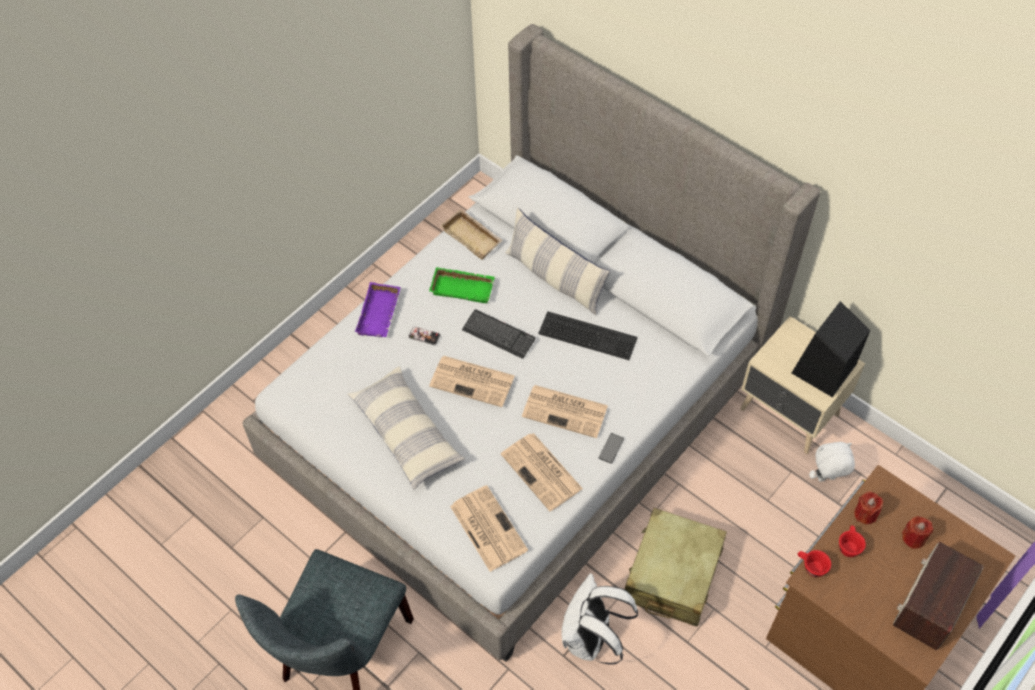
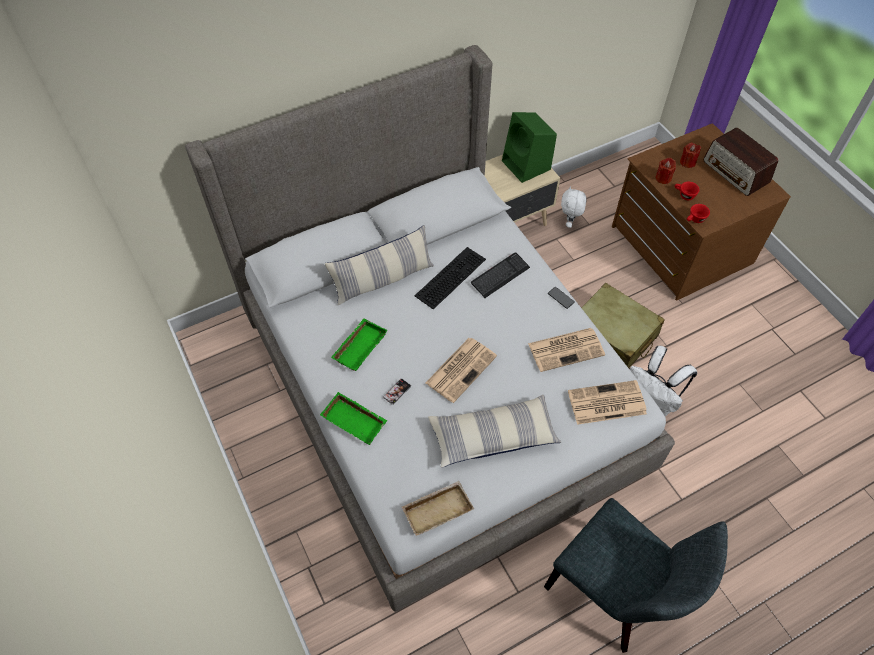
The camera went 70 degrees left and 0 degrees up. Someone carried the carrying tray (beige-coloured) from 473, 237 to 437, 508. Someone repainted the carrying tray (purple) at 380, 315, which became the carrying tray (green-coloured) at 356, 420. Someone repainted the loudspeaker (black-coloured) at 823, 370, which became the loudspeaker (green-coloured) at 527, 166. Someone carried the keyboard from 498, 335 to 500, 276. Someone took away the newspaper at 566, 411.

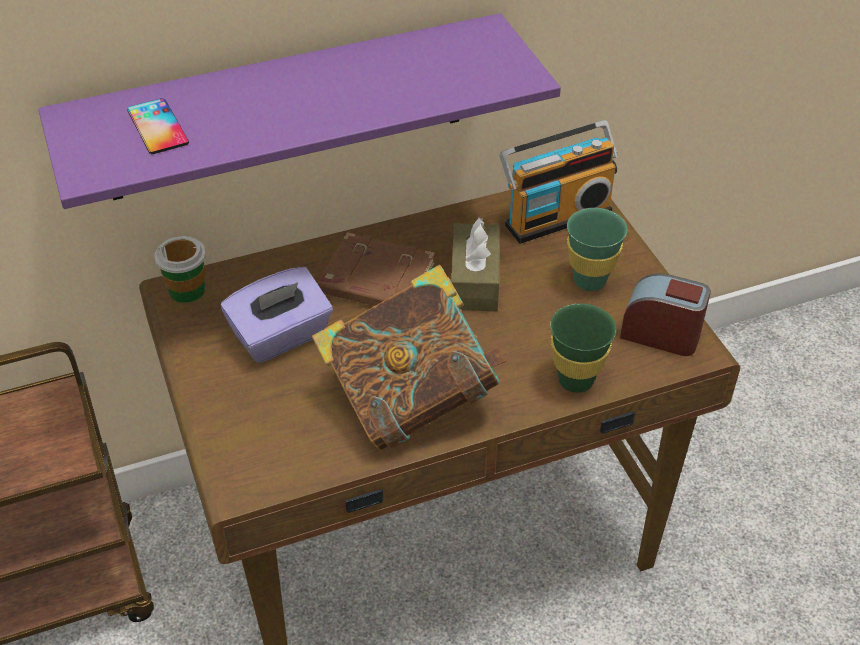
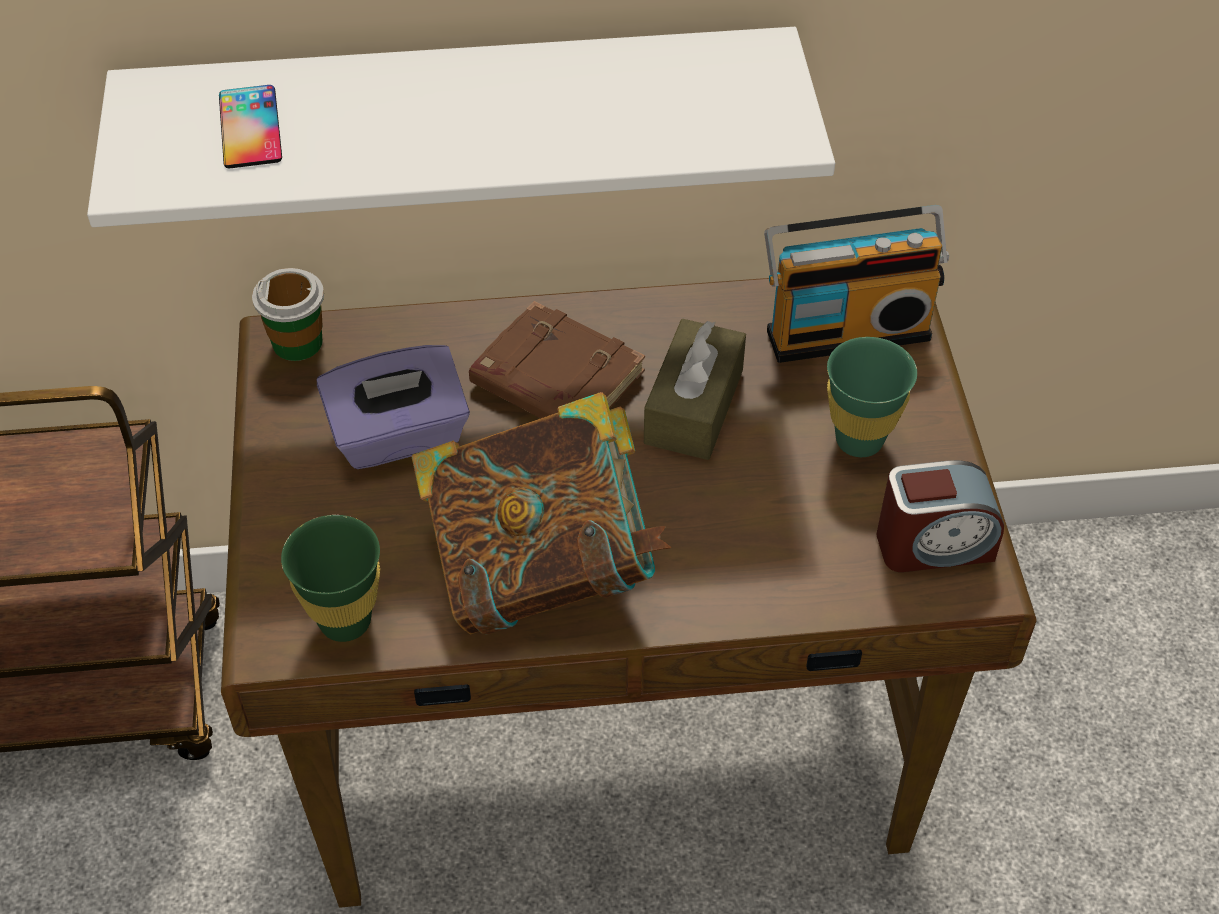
The camera went 15 degrees right and 5 degrees up. Someone repainted the wall shelf (purple) at 286, 109, which became the wall shelf (white) at 462, 118. Someone rotated the alarm clock at 661, 334 by 135 degrees clockwise. Someone carried the cup (green-coloured) from 575, 380 to 345, 621.

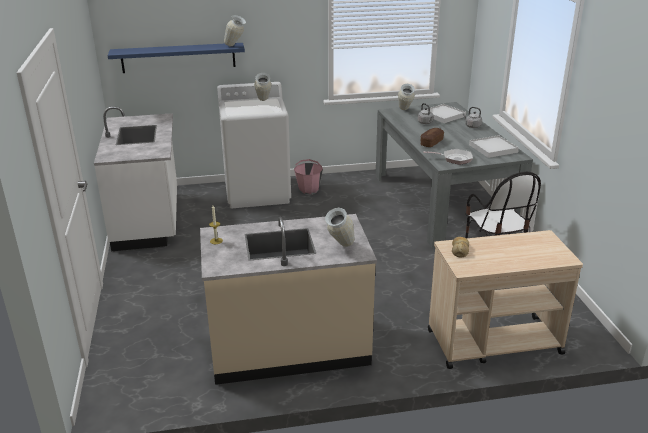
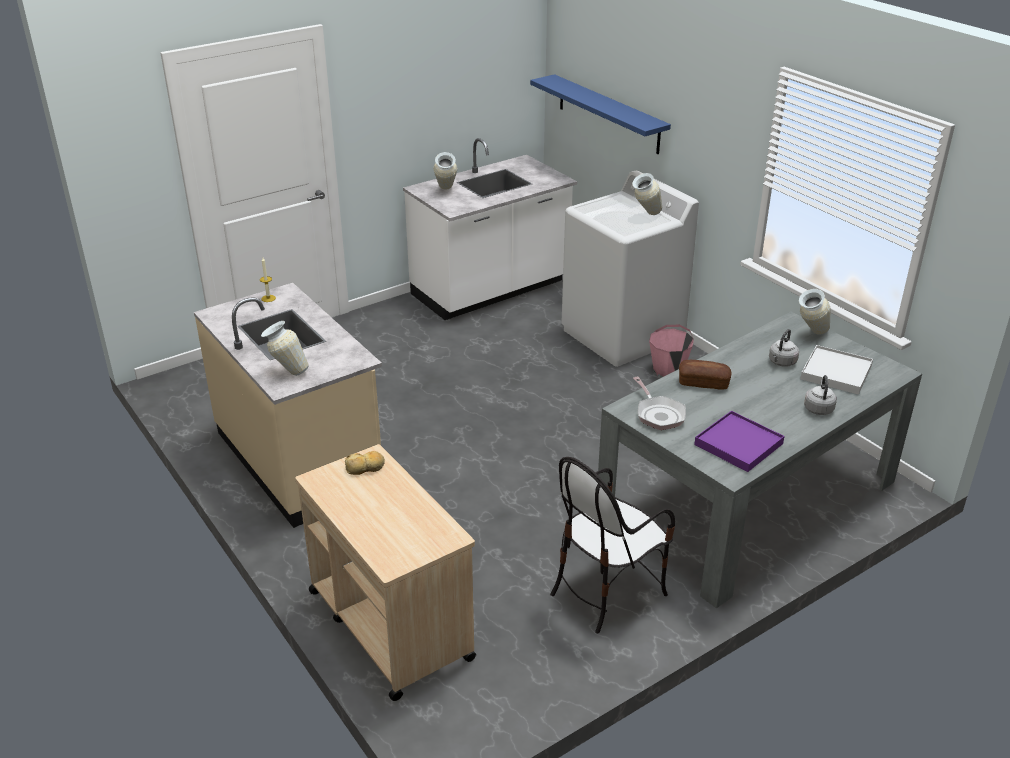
The camera went 65 degrees right and 5 degrees up. Someone carried the decorative vase from 236, 46 to 445, 192. Someone repainted the carrying tray (white) at 493, 148, which became the carrying tray (purple) at 738, 444.

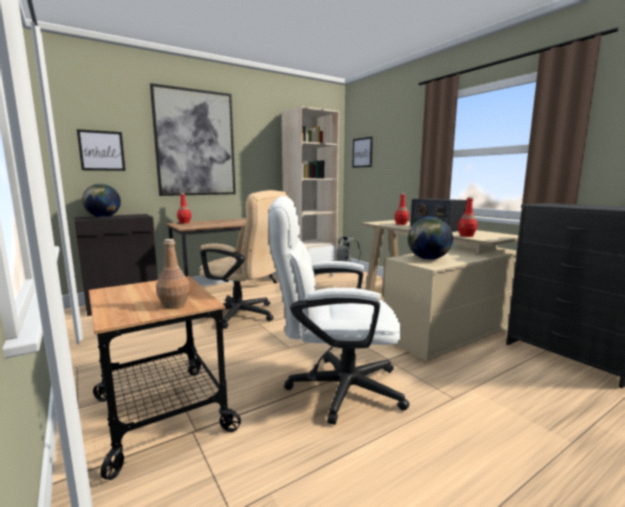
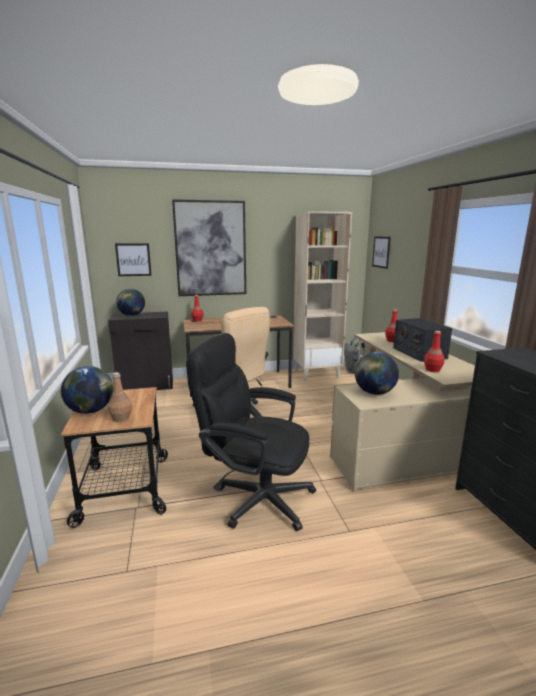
The camera went 20 degrees right and 5 degrees up. Someone repainted the computer chair (white) at 334, 388, which became the computer chair (black-coloured) at 255, 497. Someone put down the desk globe at 91, 411.

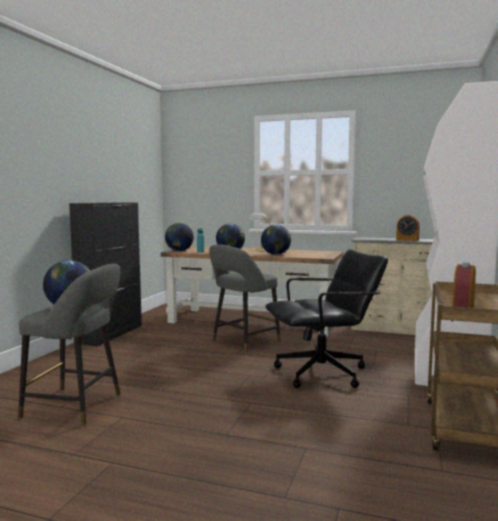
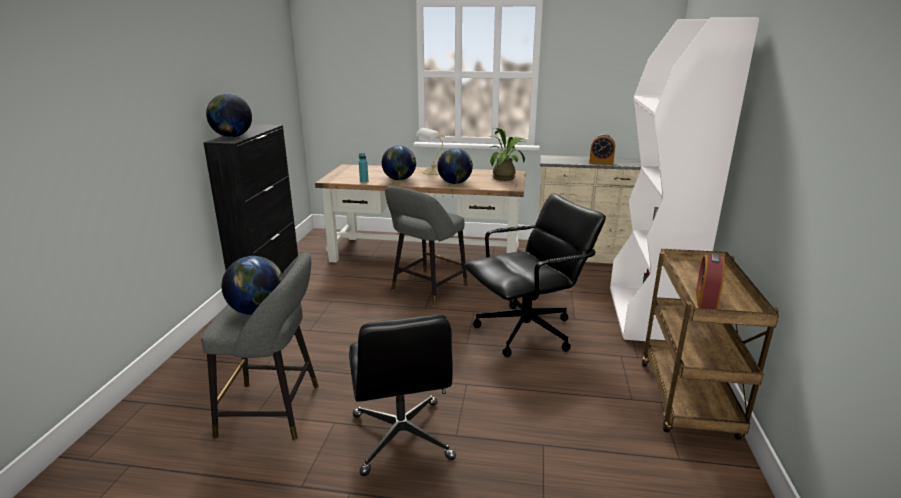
The camera went 10 degrees left and 15 degrees up. Someone carried the desk globe from 179, 251 to 232, 136. Someone put down the houseplant at 506, 177. Someone put down the computer chair (black-coloured) at 402, 437.

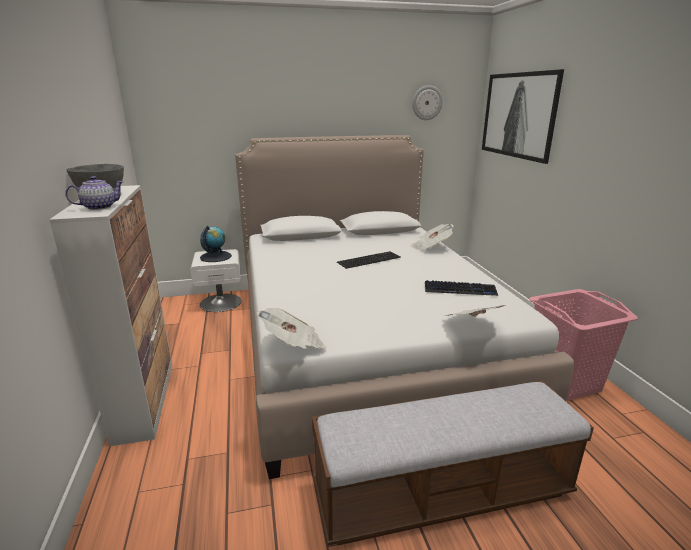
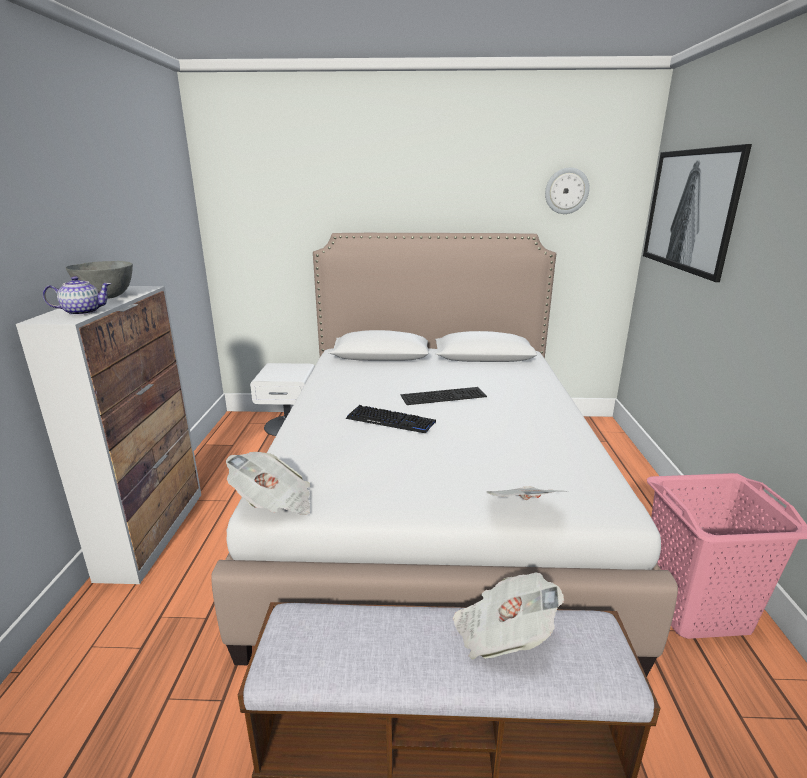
The camera went 15 degrees right and 0 degrees up. Someone carried the newspaper from 431, 247 to 502, 634. Someone took away the desk globe at 215, 256. Someone carried the keyboard from 460, 289 to 390, 421.

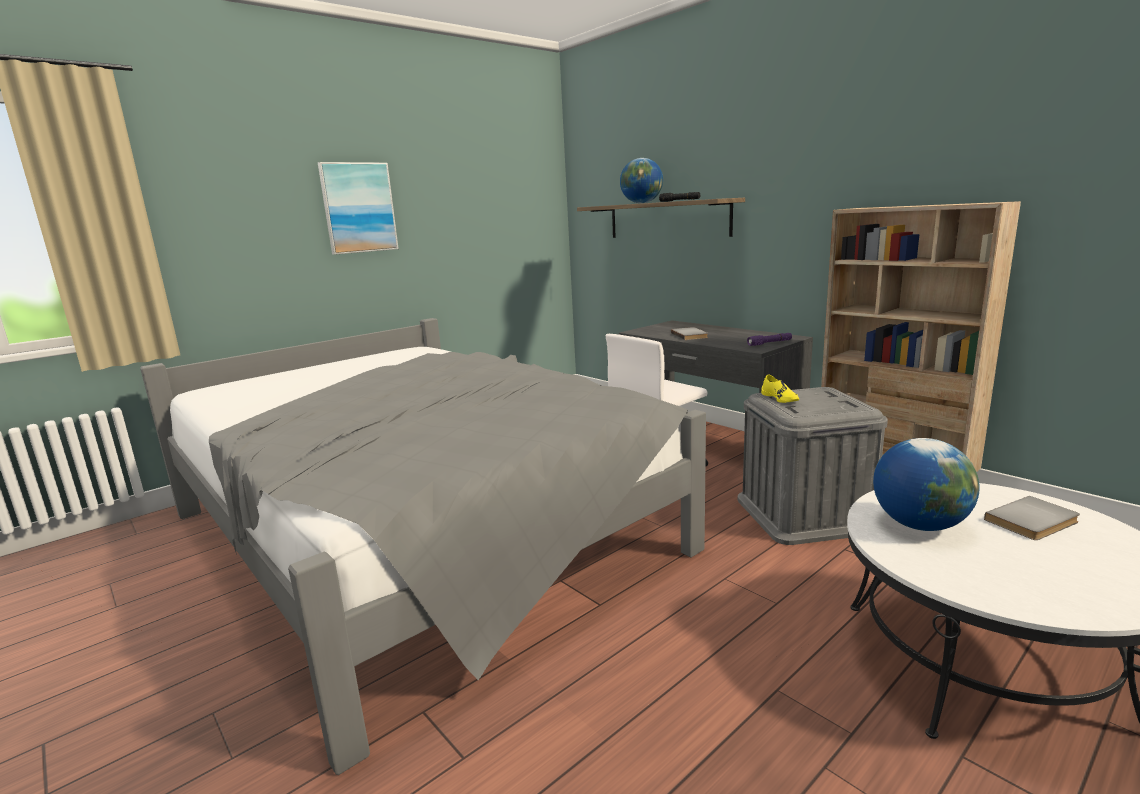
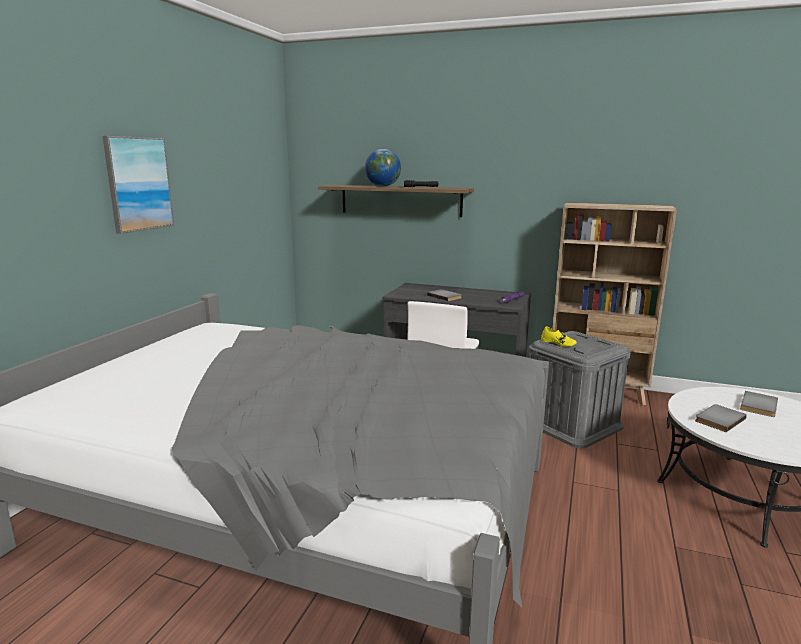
The camera went 30 degrees left and 0 degrees up. Someone swapped the desk globe at 919, 525 for the bound book (grey) at 718, 419.

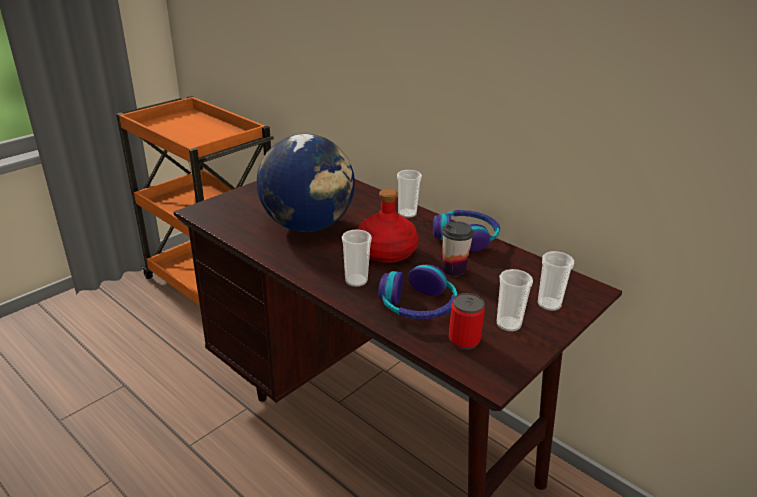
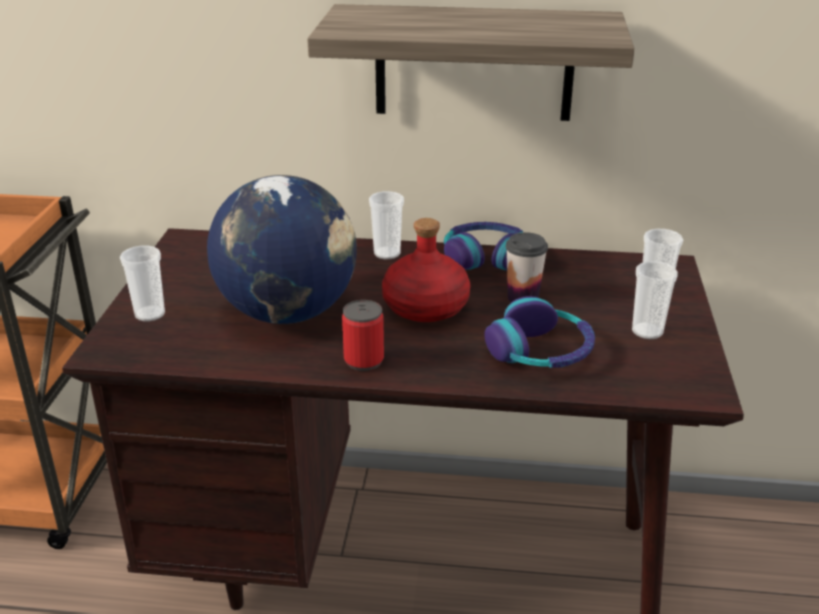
The camera went 35 degrees left and 0 degrees up. Someone carried the cup from 356, 281 to 150, 314. Someone carried the metal can from 464, 340 to 364, 360. Someone put up the wall shelf at 474, 63.

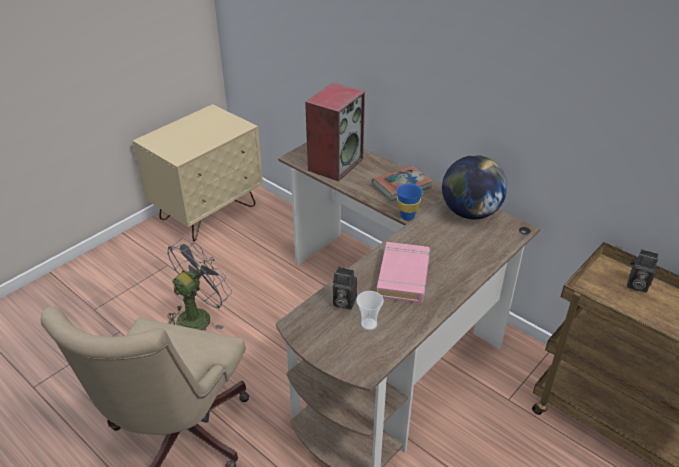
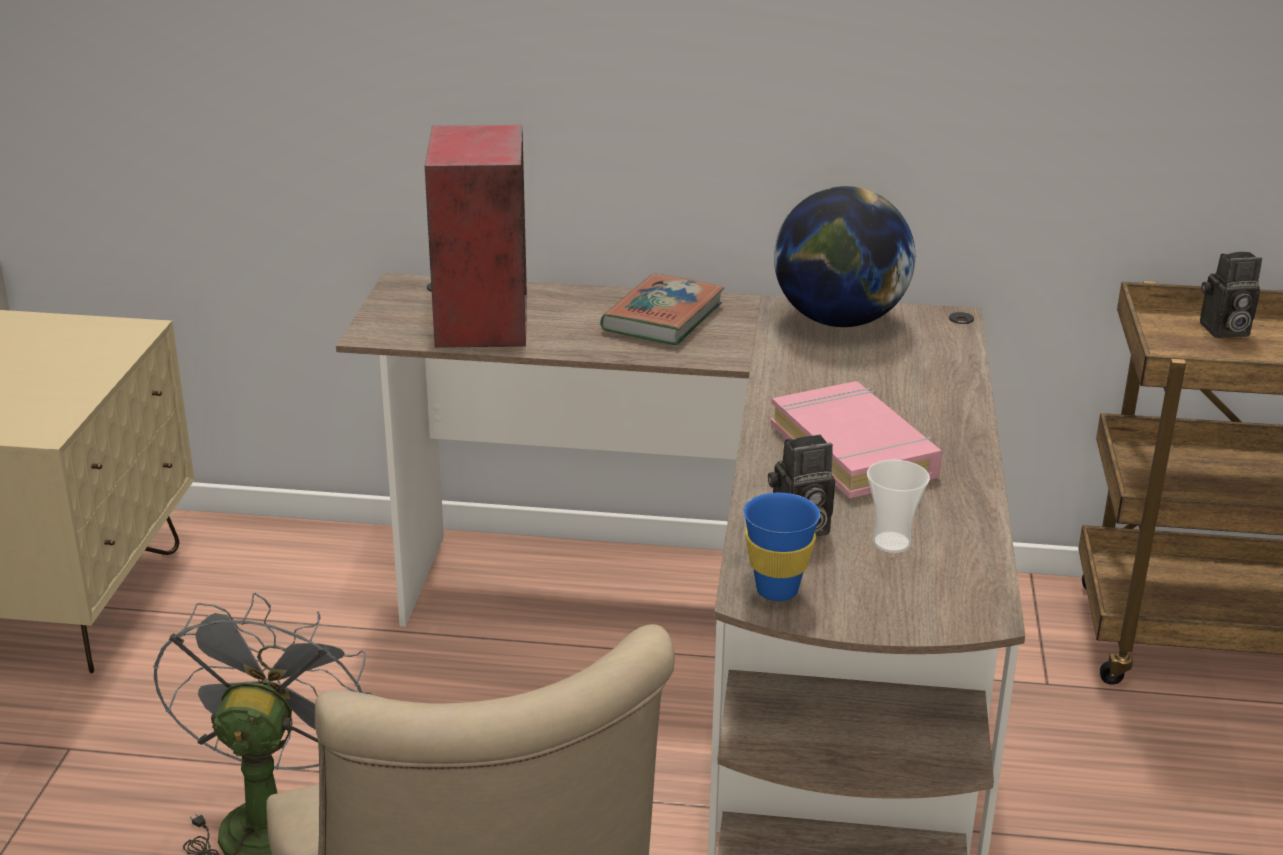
The camera went 35 degrees left and 10 degrees down. Someone carried the cup (blue-coloured) from 407, 216 to 777, 590.

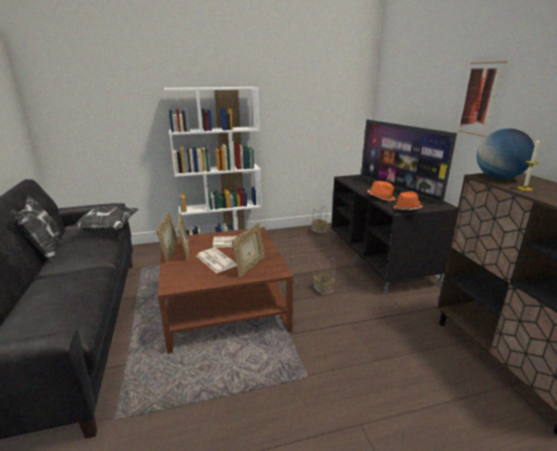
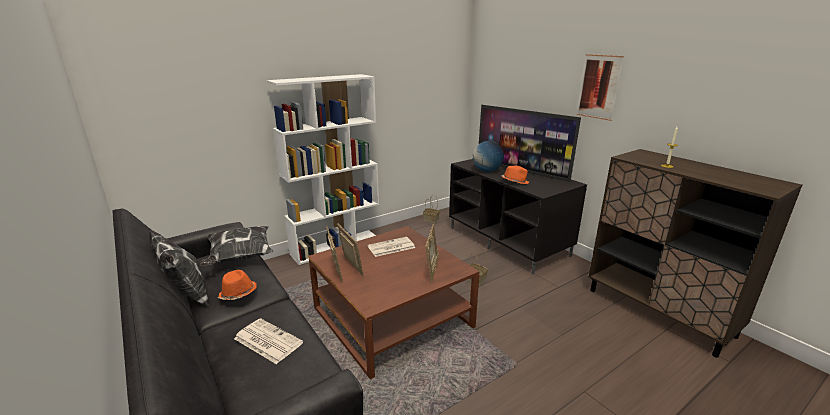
The camera went 20 degrees left and 0 degrees up. Someone carried the desk globe from 498, 178 to 487, 171. Someone carried the clothing hat (orangey) from 406, 209 to 238, 294. Someone carried the newspaper from 215, 260 to 267, 341.

